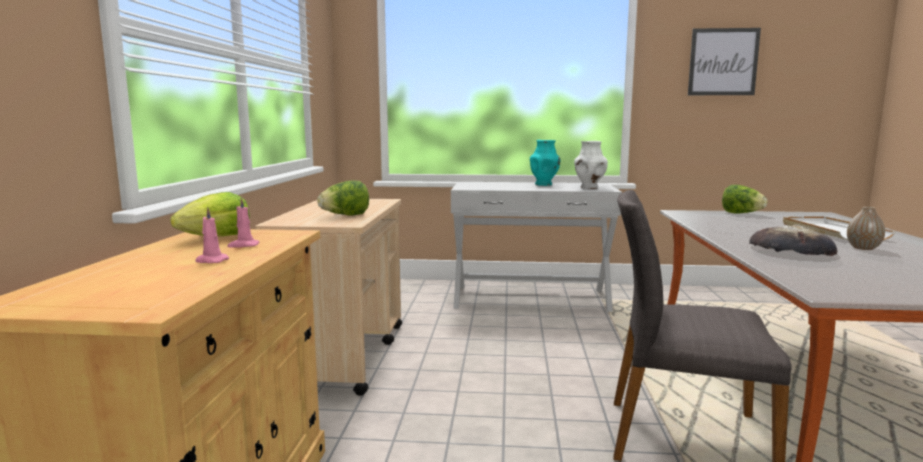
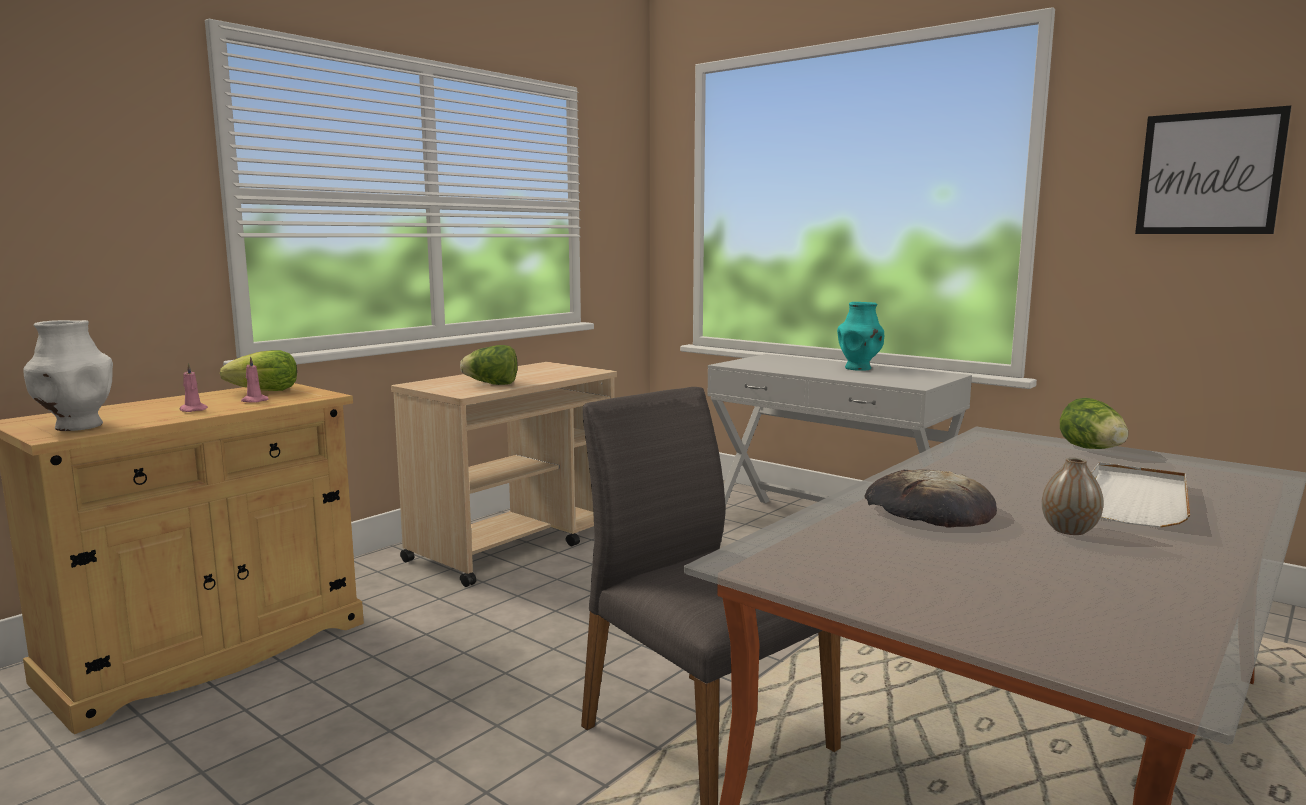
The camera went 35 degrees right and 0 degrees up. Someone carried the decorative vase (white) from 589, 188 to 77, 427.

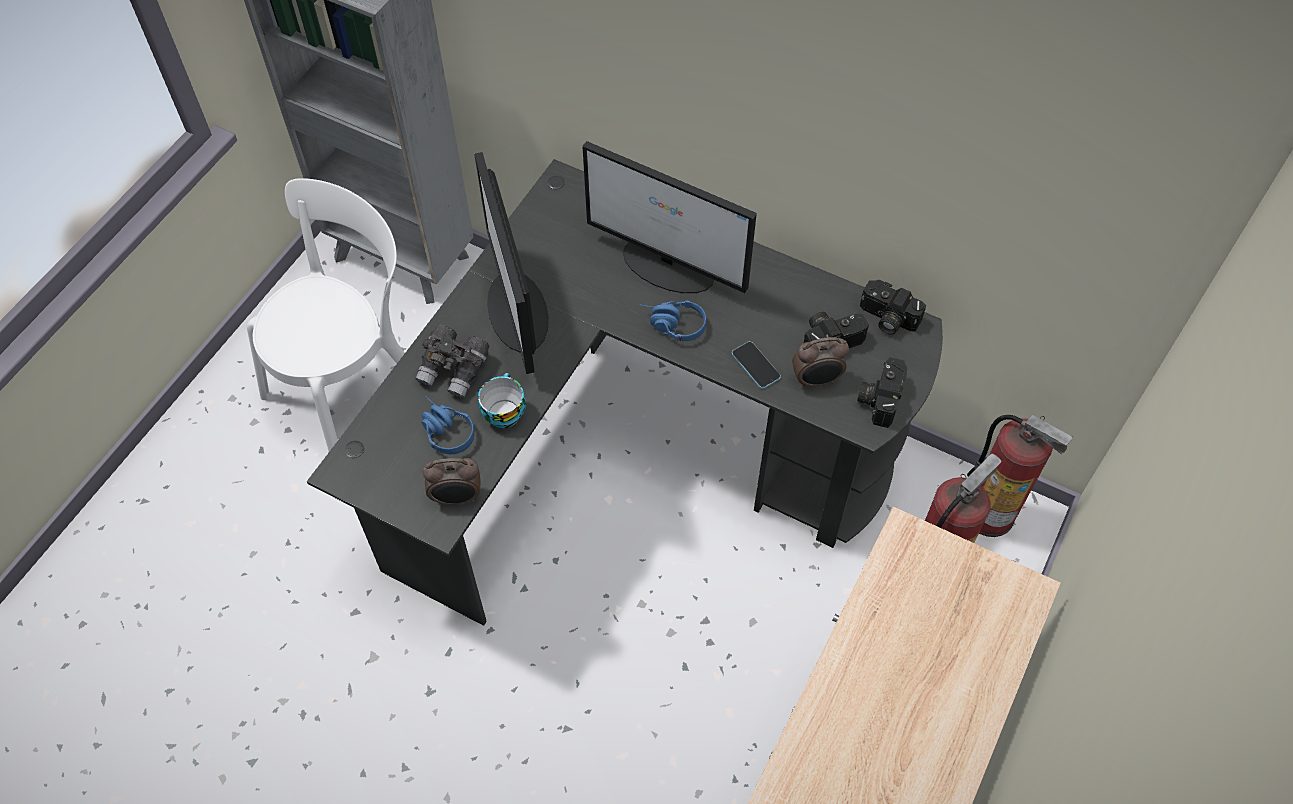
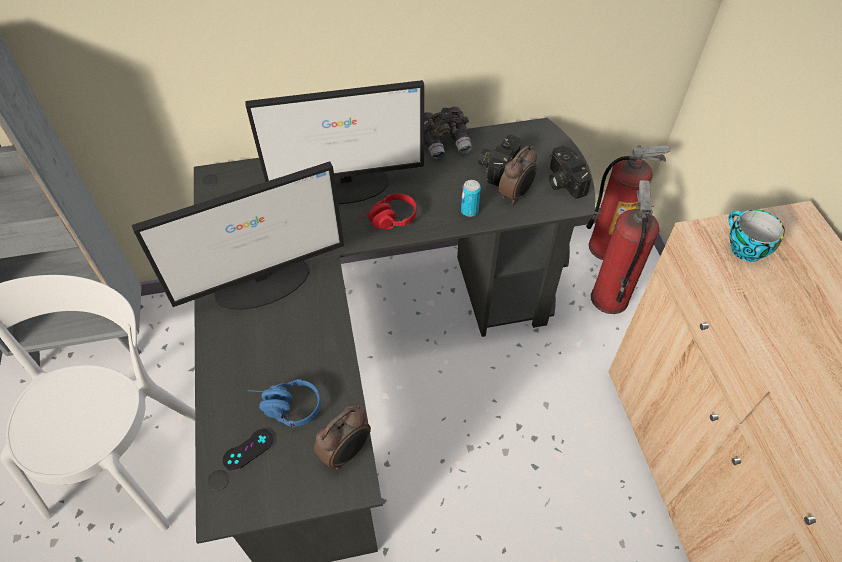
The camera went 40 degrees left and 5 degrees down. Someone rotated the computer screen at 517, 313 by 60 degrees counterclockwise. Someone took away the photo camera at 887, 318. Someone repainted the headset (blue-coloured) at 671, 325, which became the headset (reddish) at 387, 221. Someone carried the binoculars (grey) from 454, 370 to 445, 142. Someone swapped the telephone at 755, 366 for the metal can at 469, 211. Someone carried the cup from 503, 412 to 743, 248. Someone put down the gamepad (black-coloured) at 248, 450.

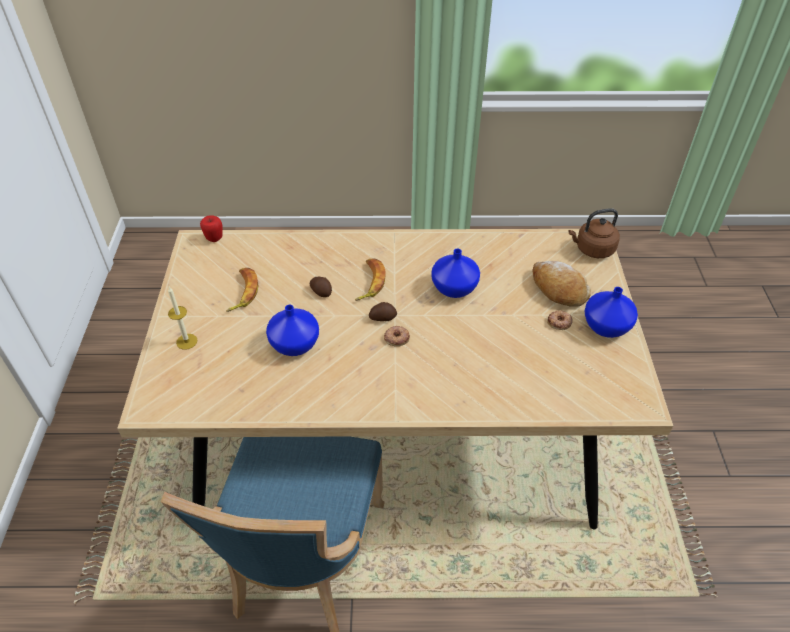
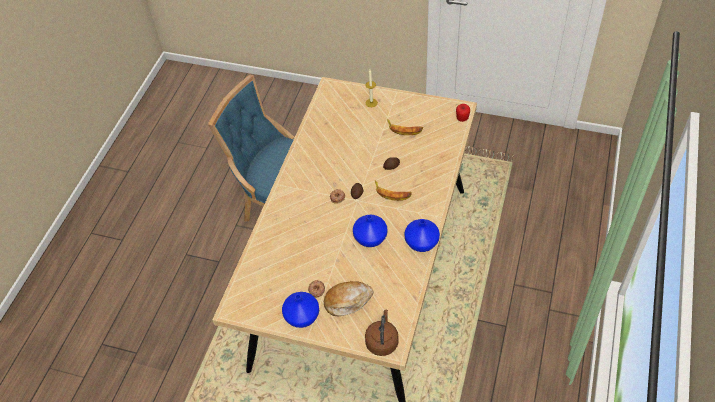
The camera went 110 degrees right and 5 degrees up. Someone carried the decorative vase (blue-coloured) from 296, 344 to 421, 243.

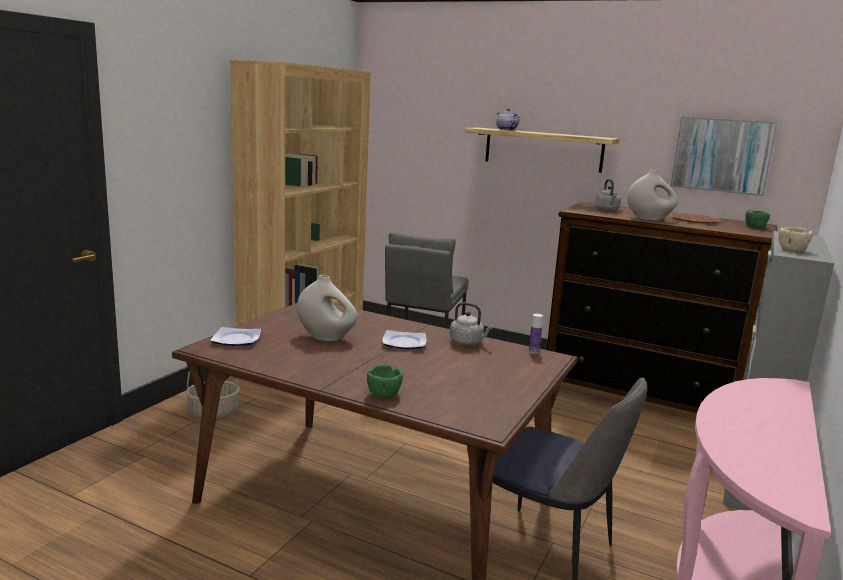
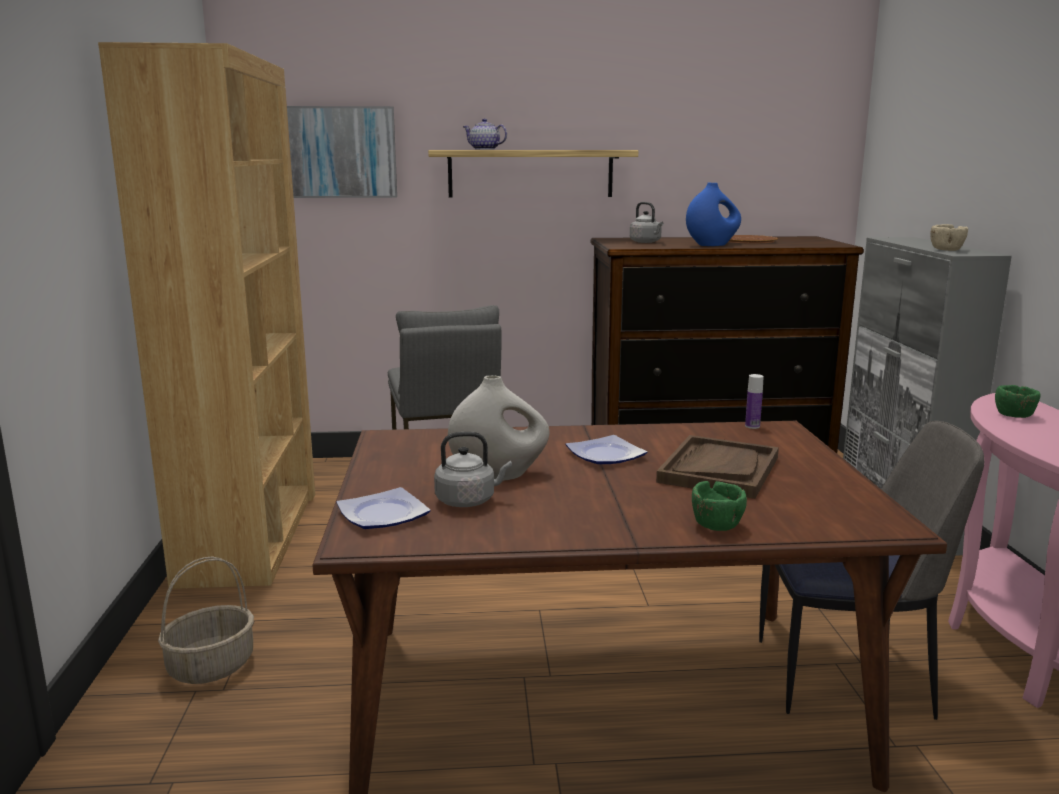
The camera went 30 degrees left and 0 degrees up. Someone carried the wall picture from 722, 155 to 340, 152. Someone repainted the decorative vase (white) at 649, 219, which became the decorative vase (blue-coloured) at 712, 245. Someone carried the bowl (green-coloured) from 755, 227 to 1014, 415. Someone carried the tea kettle (grey) from 468, 343 to 468, 501. Someone put down the carrying tray (brown-coloured) at 719, 469.

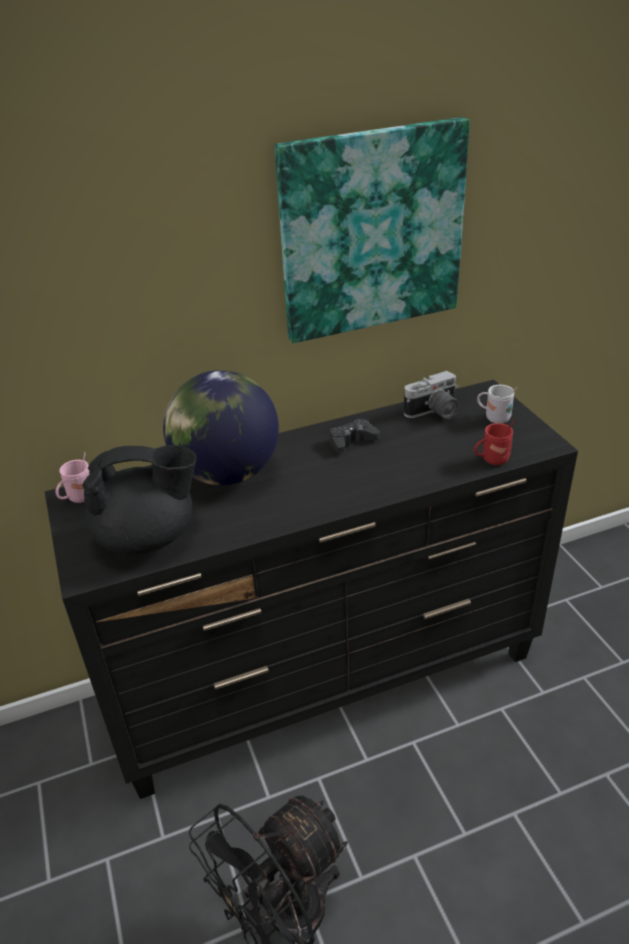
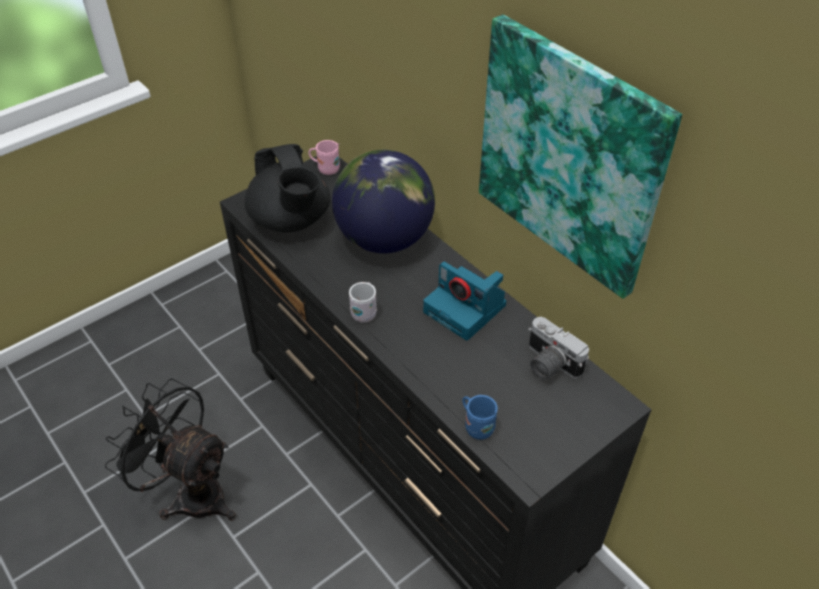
The camera went 70 degrees right and 10 degrees up. Someone carried the mug (white) from 494, 418 to 365, 312. Someone swapped the gamepad (black-coloured) at 352, 441 for the photo camera at 466, 309. Someone repainted the mug (reddish) at 491, 460, which became the mug (blue-coloured) at 476, 426.

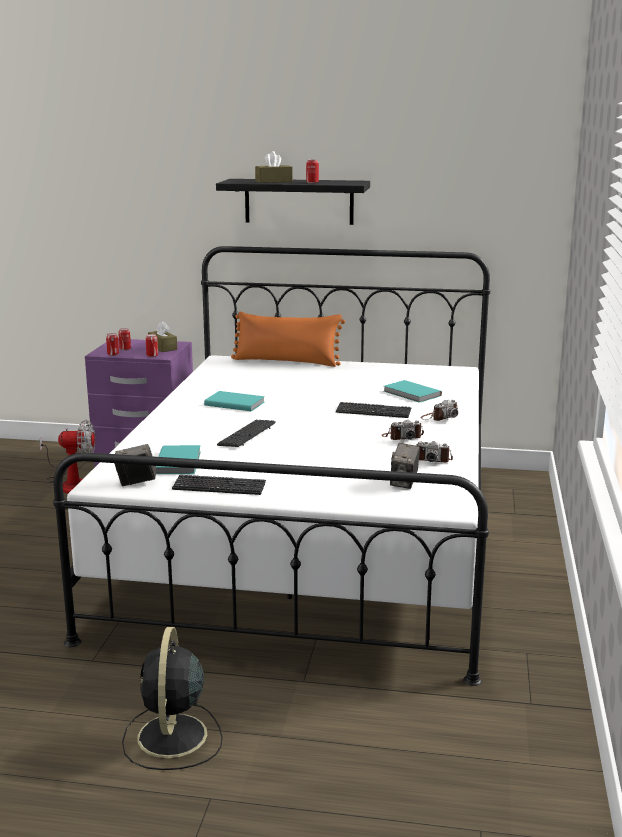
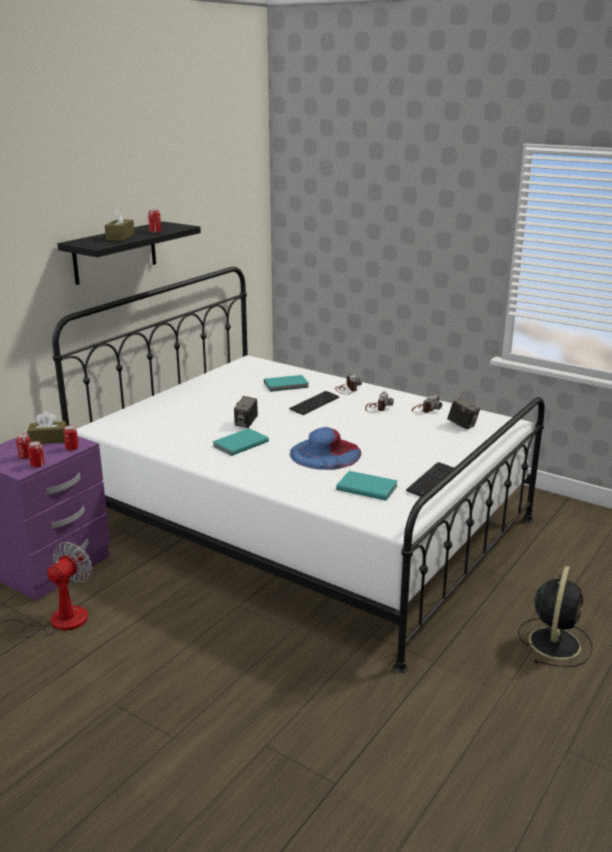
The camera went 65 degrees left and 5 degrees up. Someone took away the throw pillow (orangey) at 286, 361. Someone swapped the keyboard at 247, 435 for the clothing hat (blue-coloured) at 325, 453. Someone carried the photo camera from 136, 482 to 246, 424. Someone rotated the fan (black-coloured) at 172, 738 by 90 degrees counterclockwise.

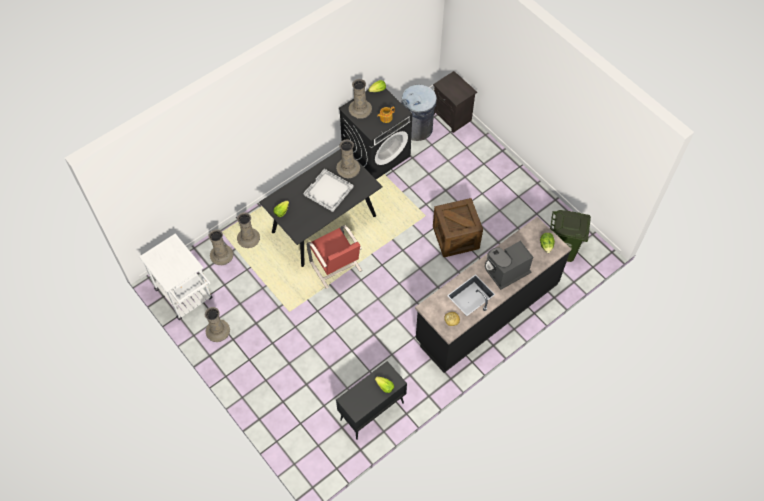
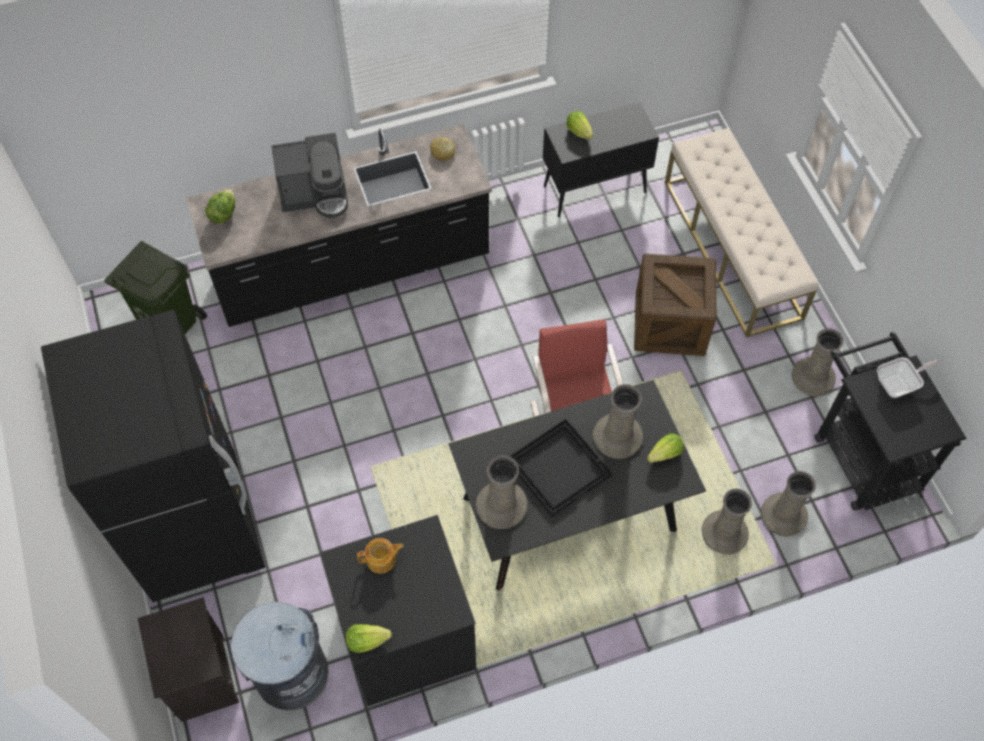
The camera went 160 degrees left and 0 degrees up. Someone carried the decorative vase (beige-coloured) from 360, 109 to 617, 436. Someone repainted the carrying tray (white) at 328, 191, which became the carrying tray (black-coloured) at 558, 467. Someone carried the crate from 456, 237 to 669, 324. Someone repainted the cart (white) at 186, 297, which became the cart (black-coloured) at 862, 454. Someone put down the long seat (beige-coloured) at 732, 249. Someone put down the refrigerator (black-coloured) at 196, 527. Someone put down the skillet at 899, 384.

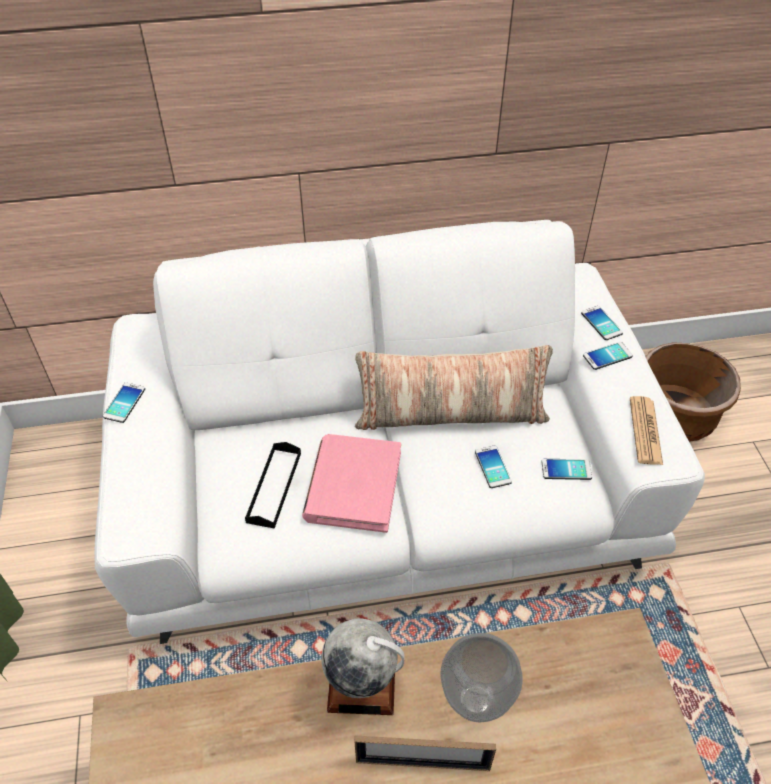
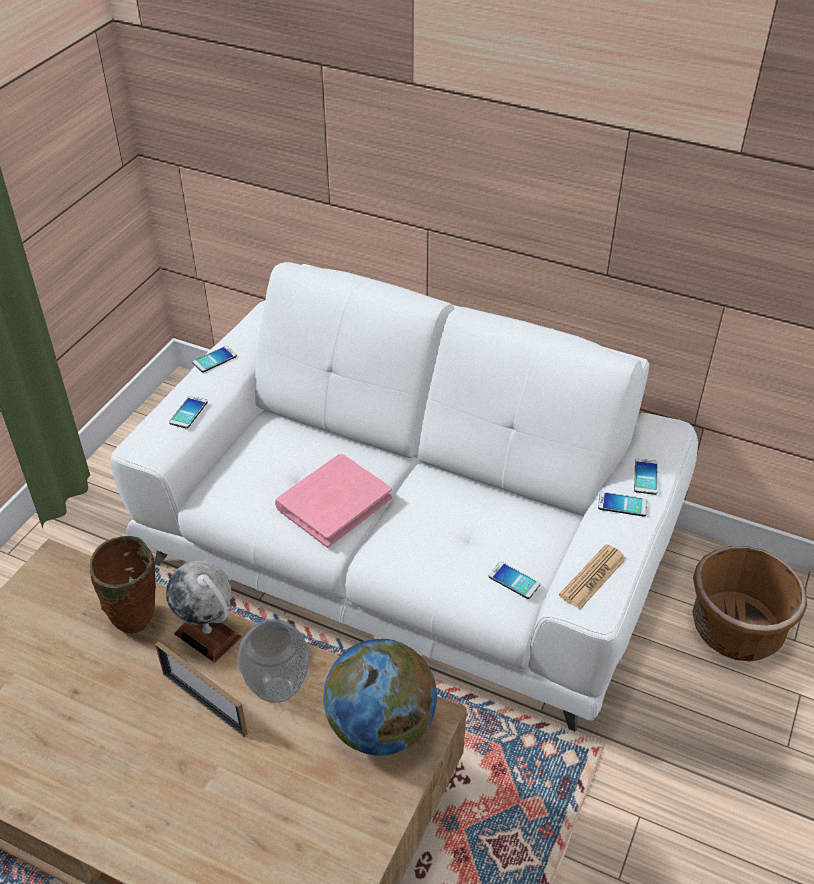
The camera went 35 degrees right and 5 degrees down. Someone took away the throw pillow at 451, 414. Someone took away the carrying tray (black-coloured) at 274, 487. Someone carried the telephone from 492, 467 to 188, 412. Someone put down the decorative vase (brown-coloured) at 137, 624. Someone put down the desk globe at 381, 727.

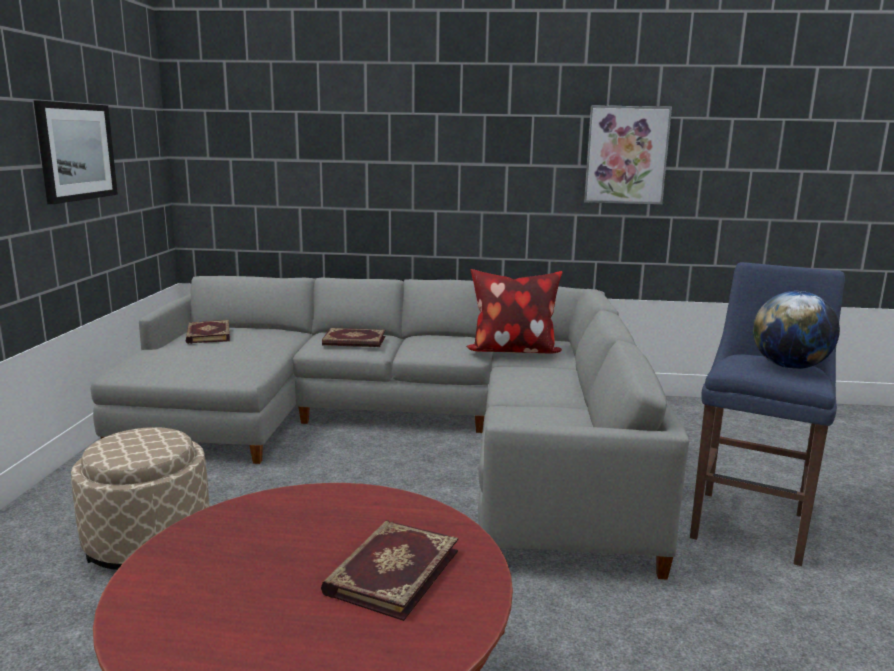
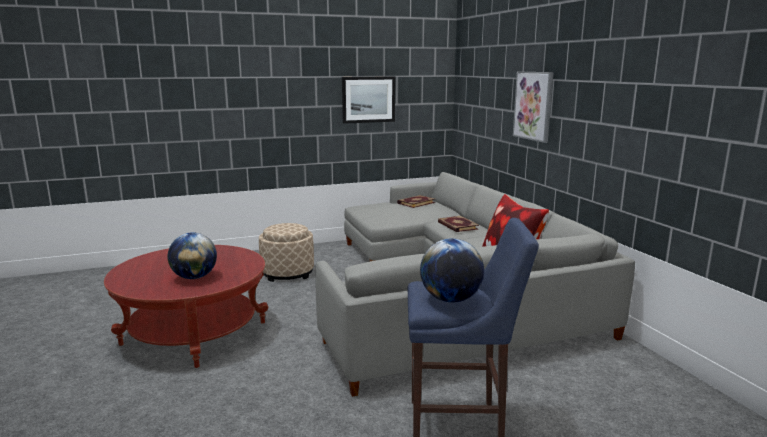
The camera went 65 degrees right and 0 degrees up. Someone carried the wall picture from 626, 155 to 533, 106. Someone swapped the bound book at 391, 571 for the desk globe at 194, 277.

